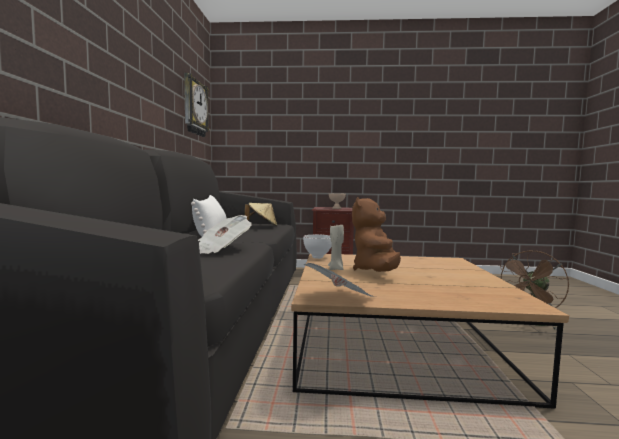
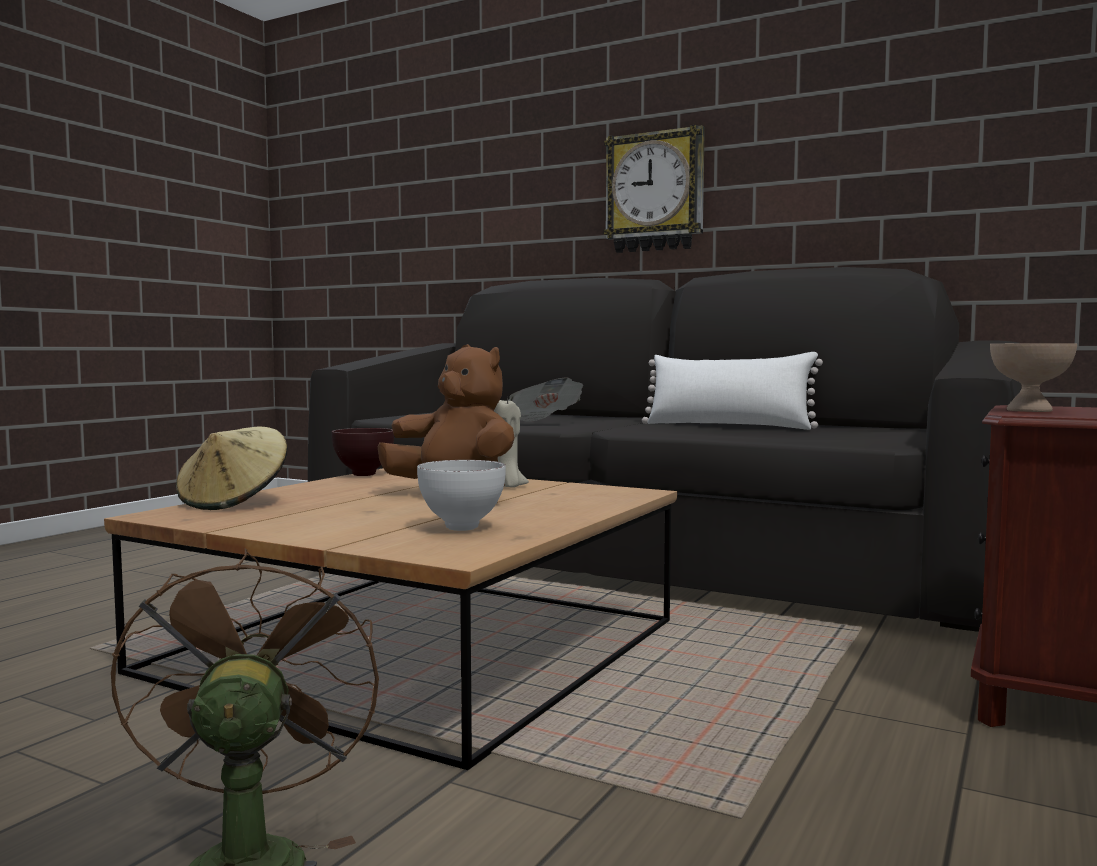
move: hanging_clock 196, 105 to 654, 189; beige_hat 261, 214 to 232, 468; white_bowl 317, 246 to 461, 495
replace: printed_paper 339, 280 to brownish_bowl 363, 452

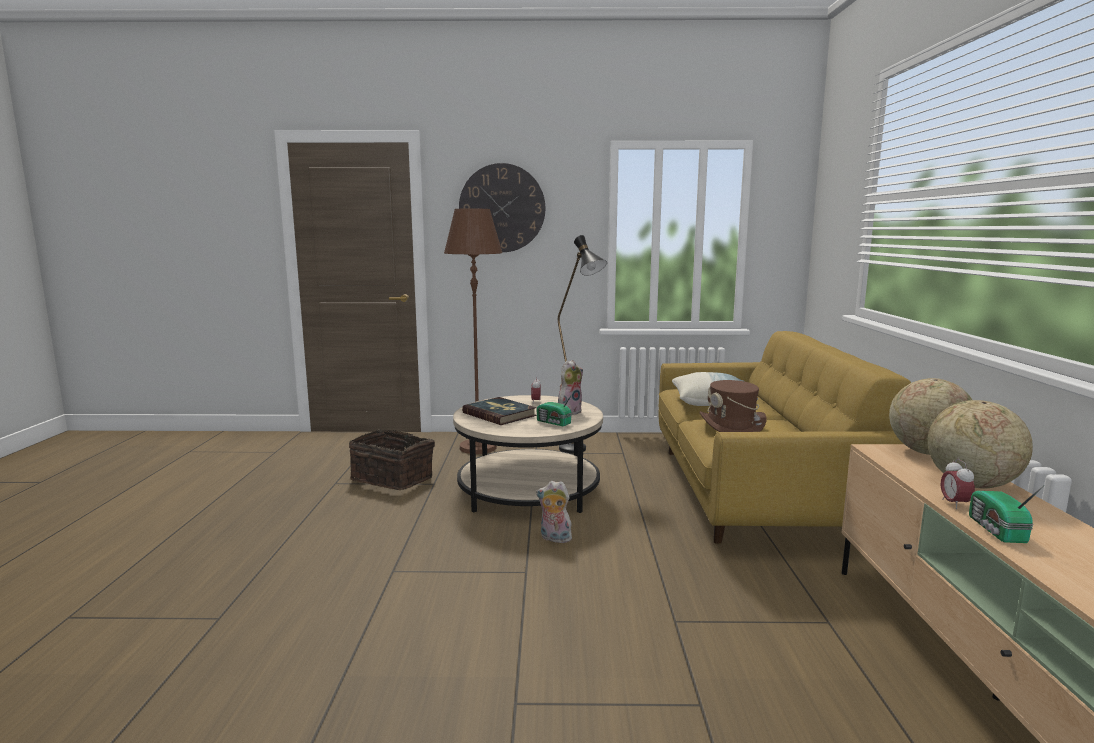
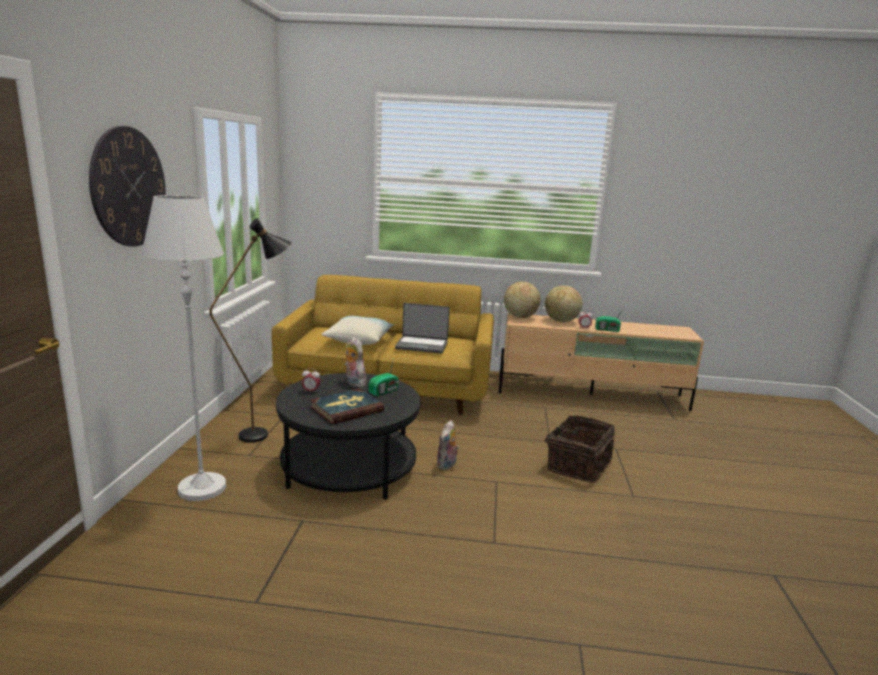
move: basket 392, 459 to 578, 449
replace: brownish_hat 733, 406 to laptop 422, 328
recolor: brownish_floor_lamp 473, 331 to white_floor_lamp 183, 348; beige_lounge_table 528, 454 to blackish_lounge_table 348, 436

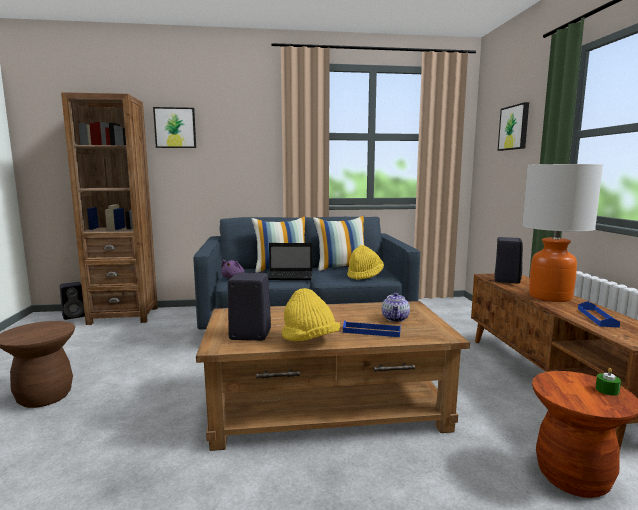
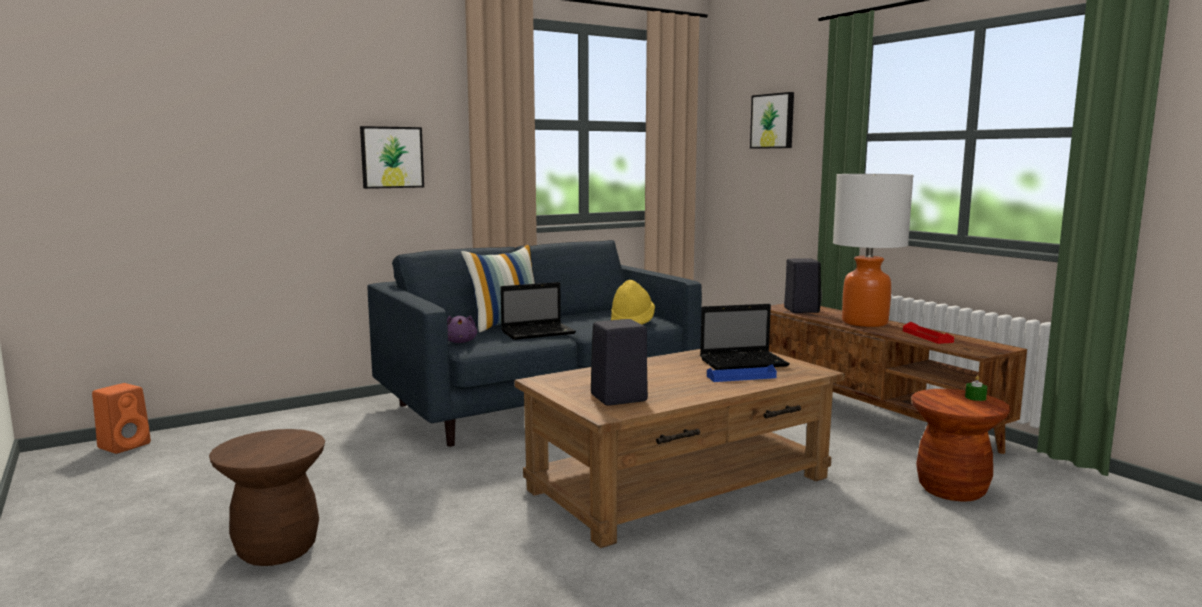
delete: brownish_bookcase 109, 208; pillow 338, 243; yellow-coloured_hat 311, 315
move: wall_art 174, 127 to 392, 157
replace: teapot 396, 307 to laptop 745, 337
recolor: blackish_audio_speaker 72, 301 to orange-coloured_audio_speaker 121, 418; blue-coloured_tray 599, 314 to red-coloured_tray 928, 333

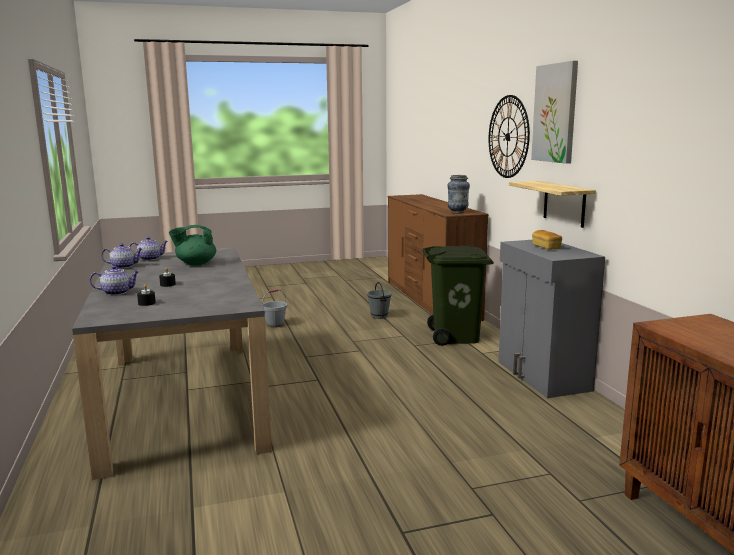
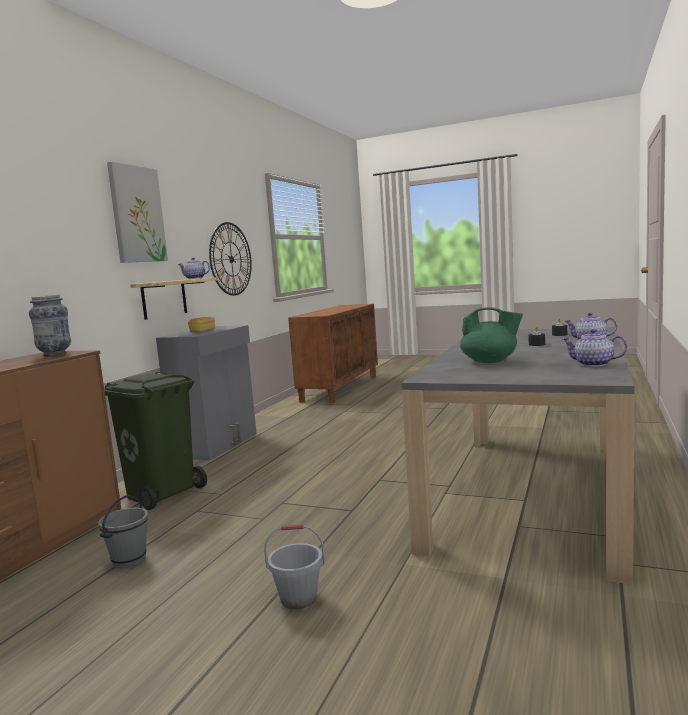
move: hanging_clock 509, 136 to 230, 259; teapot 148, 249 to 194, 268

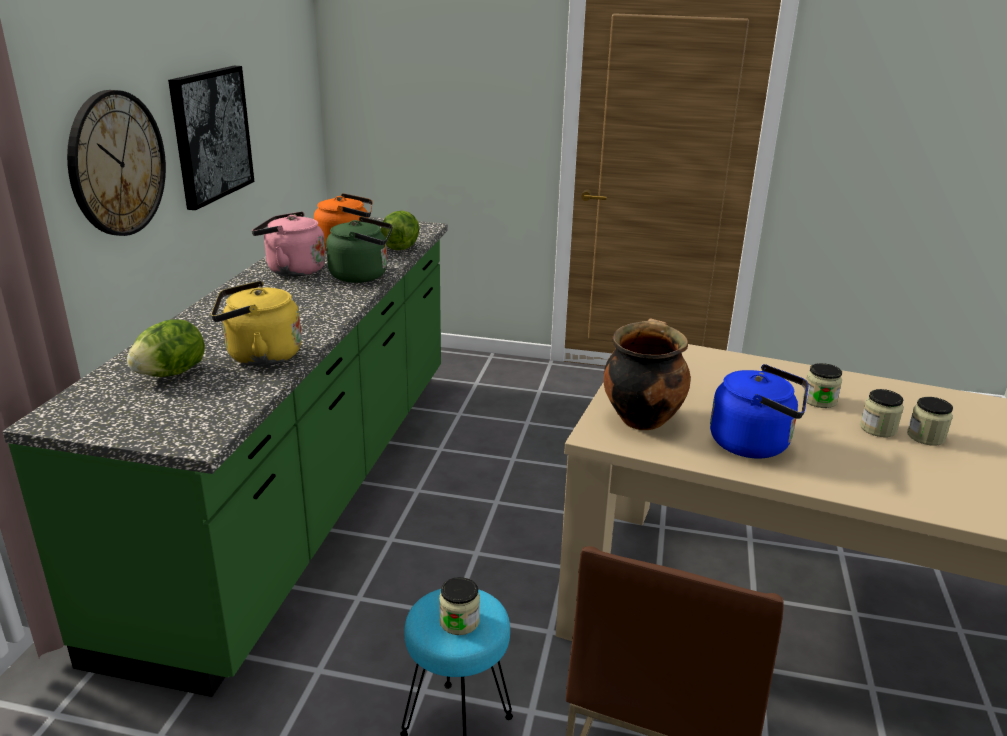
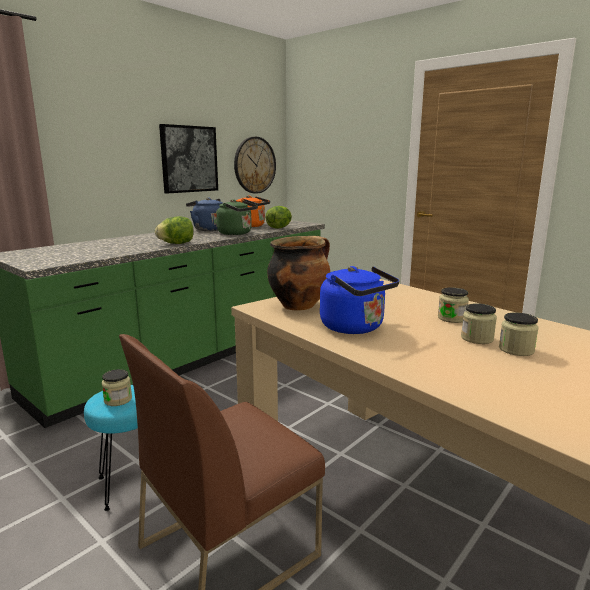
delete: yellow-coloured_water_kettle 256, 323
move: hanging_clock 116, 163 to 255, 165; lettuce 166, 348 to 174, 230
recolor: pink_water_kettle 289, 244 to blue-coloured_water_kettle 204, 214

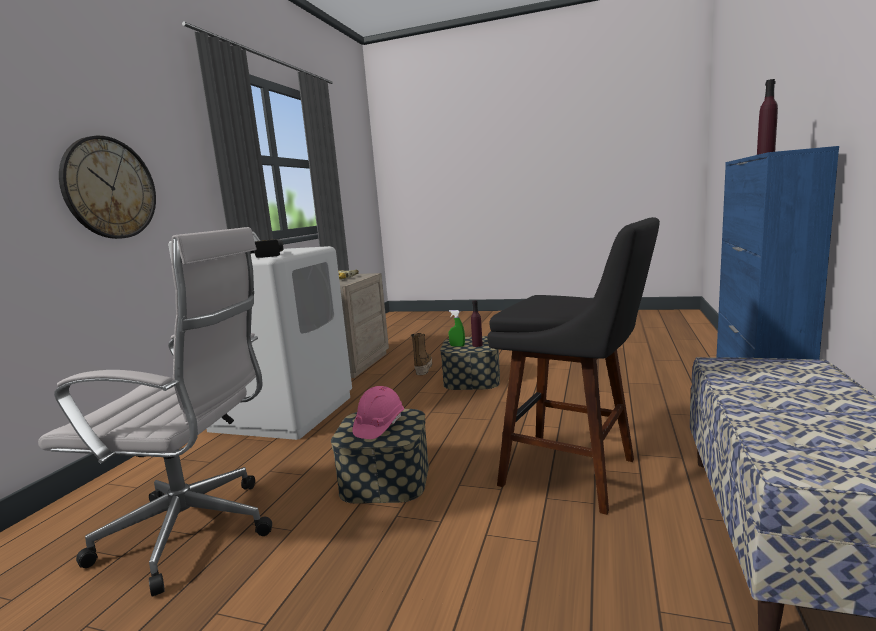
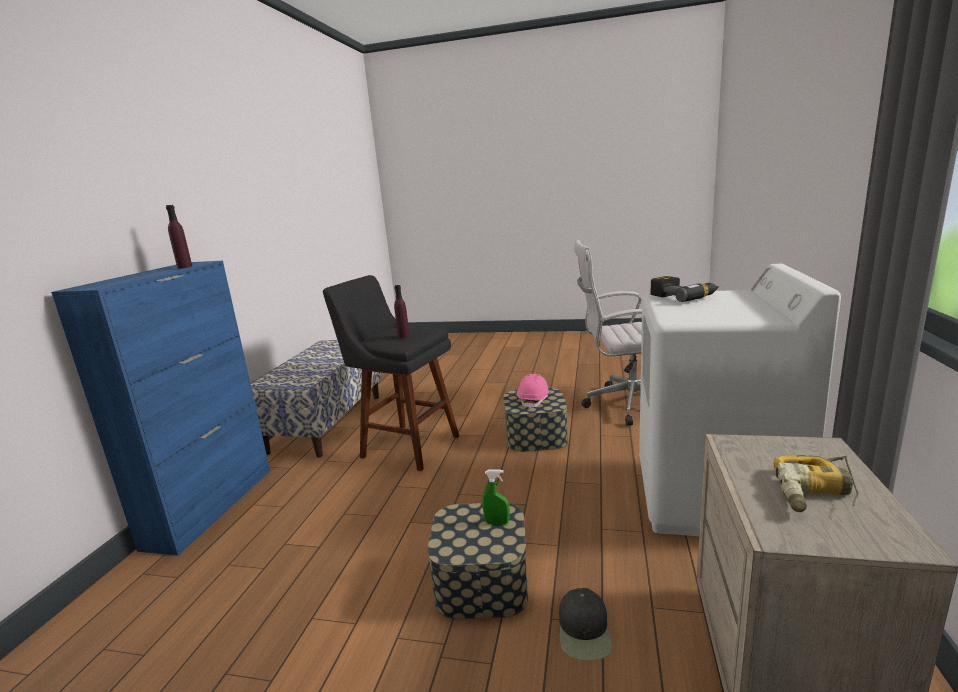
delete: hanging_clock 107, 187
move: purple_drink_bottle 477, 323 to 402, 311
replace: high-top_boot 421, 354 to blackish_baseball_cap 585, 624

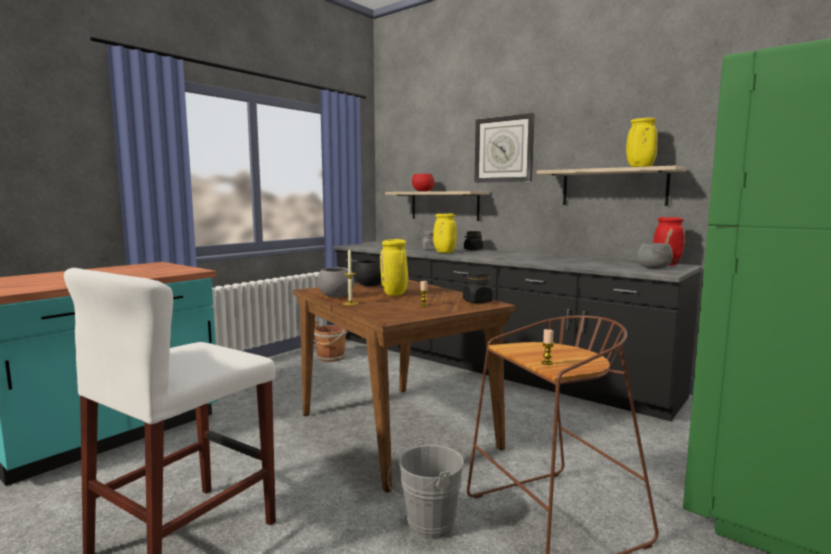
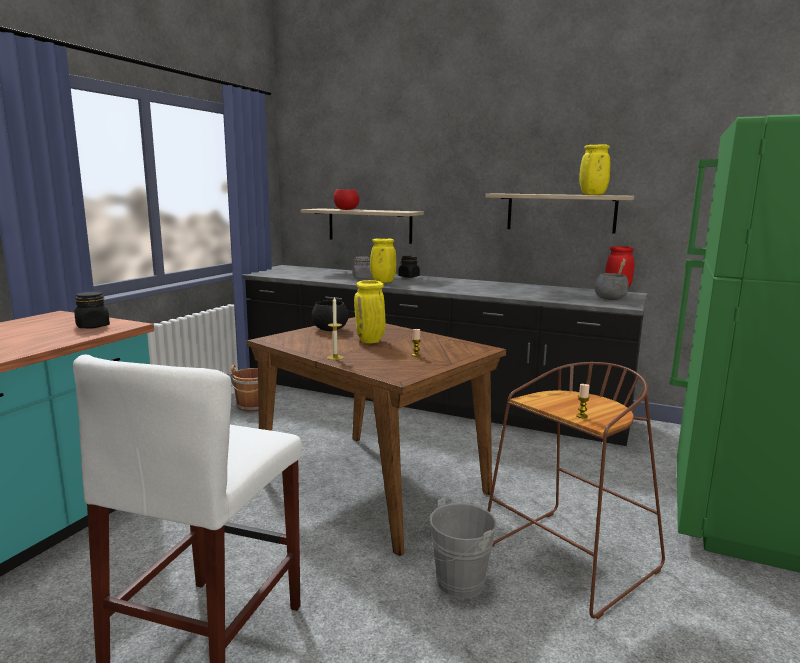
delete: hanging_clock 505, 148; gray_bowl 336, 282
move: blackish_storage_jar 478, 287 to 92, 310

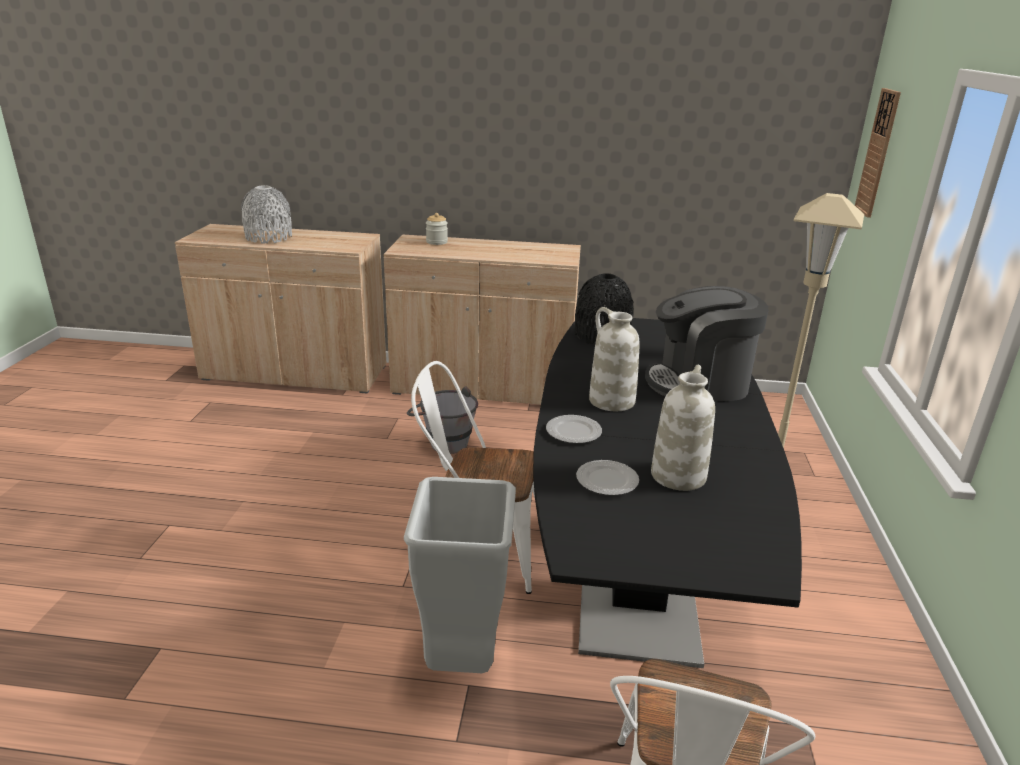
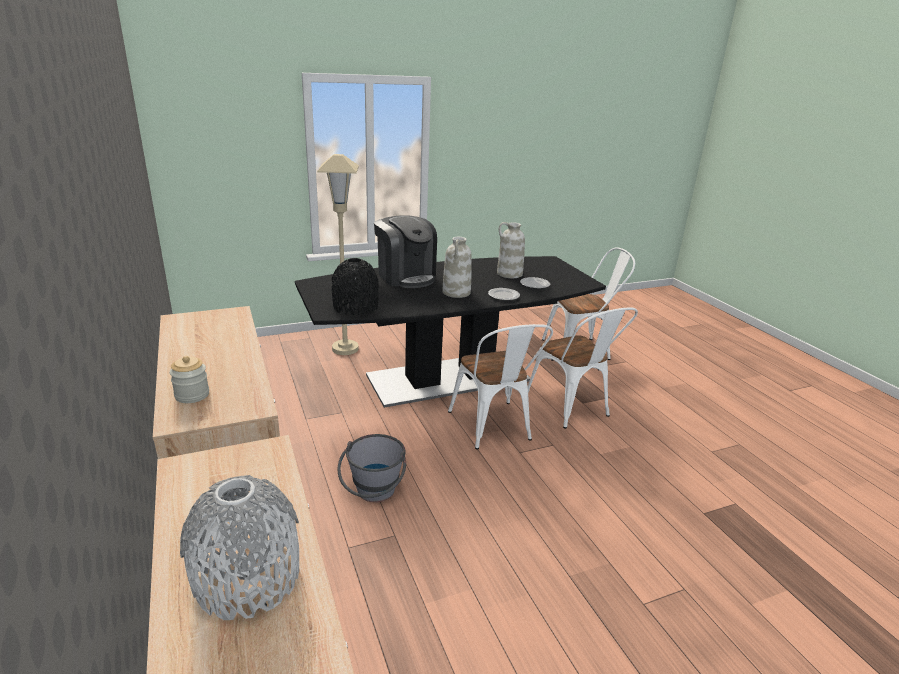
delete: hanging_clock 878, 153
replace: gray_waste_bin 460, 575 to white_chair 583, 368

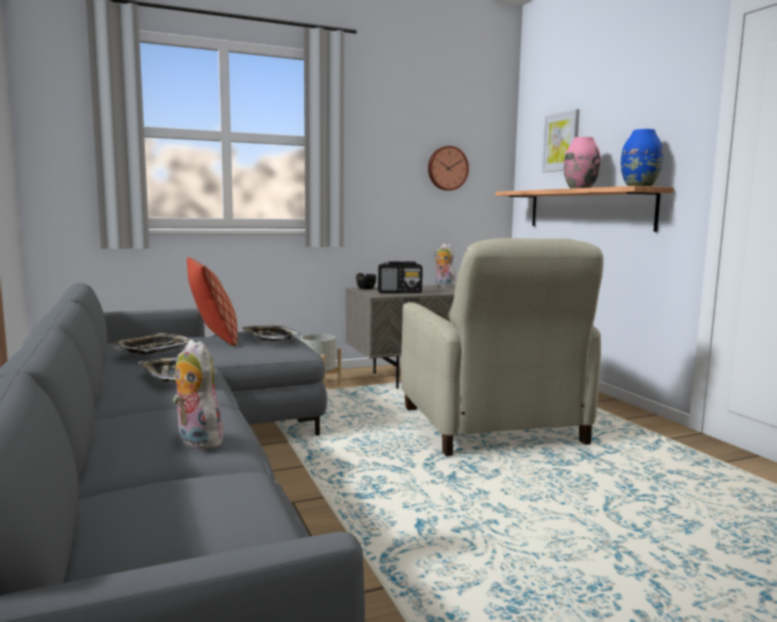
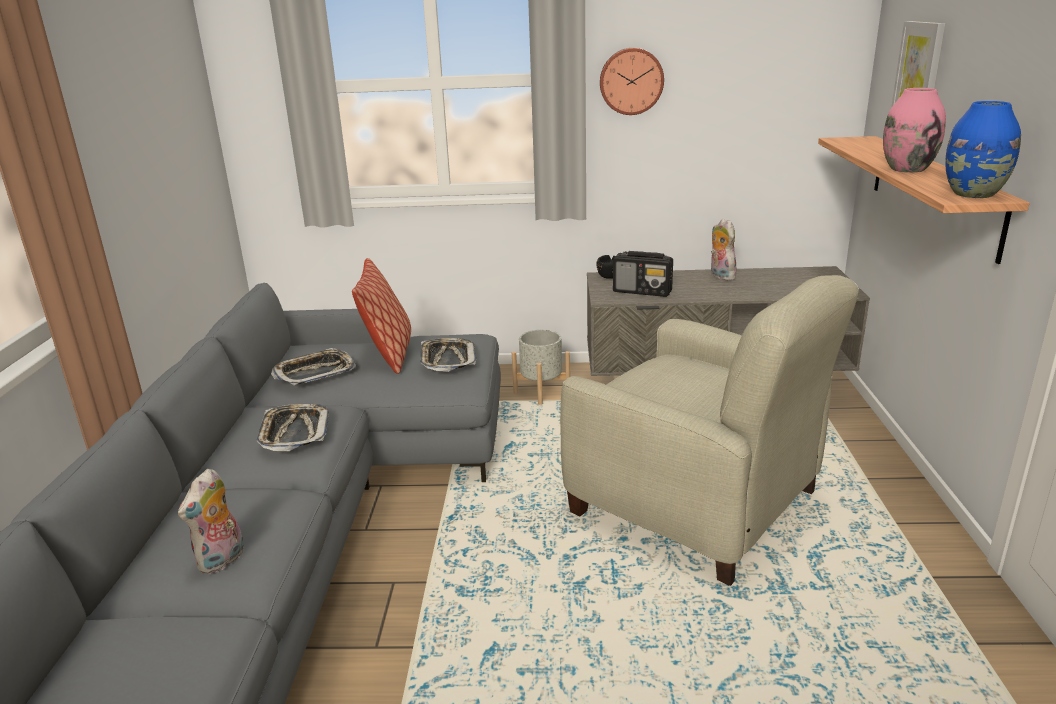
move: hanging_clock 448, 168 to 632, 81
rotate: beige_armchair 502, 347 = 709, 430 60 degrees counterclockwise; plush_toy 199, 394 = 211, 521 135 degrees counterclockwise

